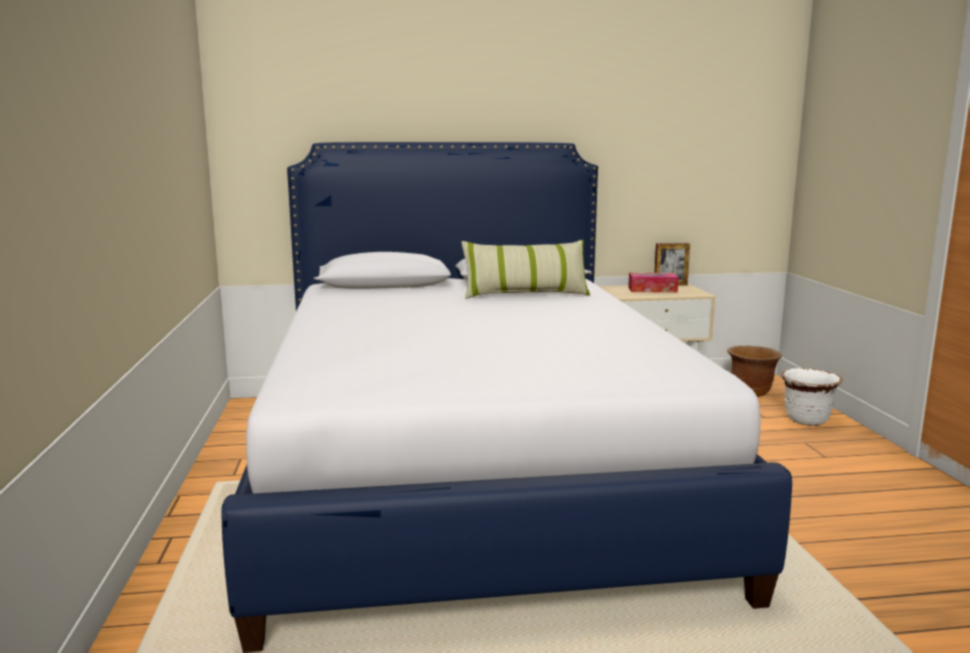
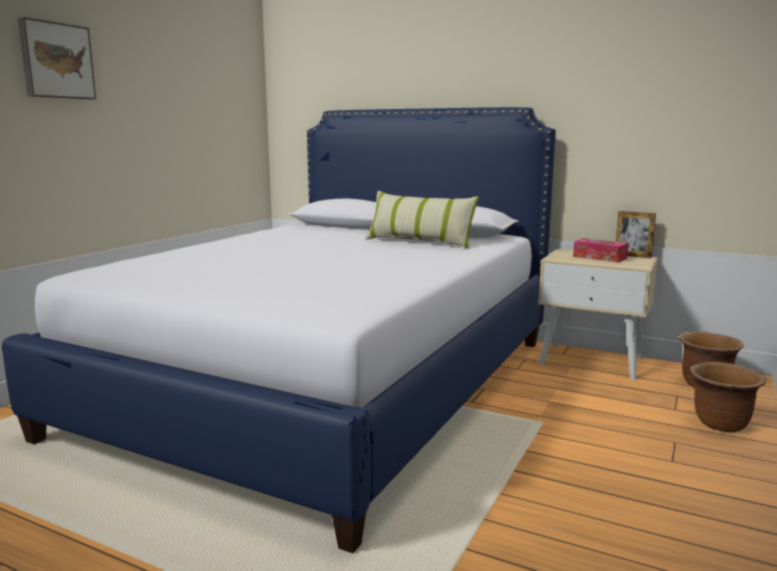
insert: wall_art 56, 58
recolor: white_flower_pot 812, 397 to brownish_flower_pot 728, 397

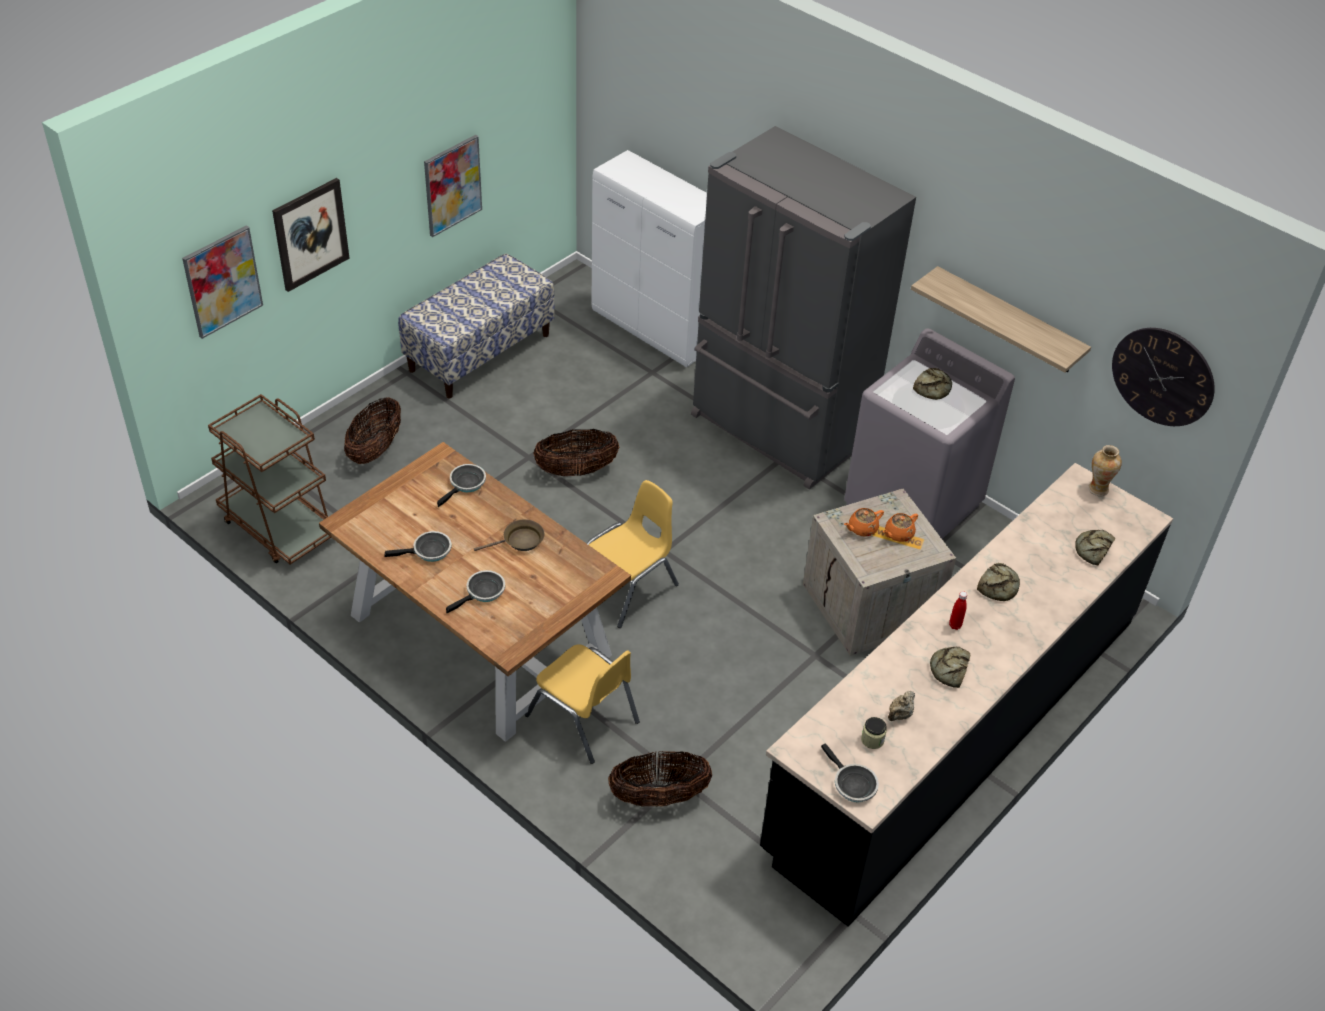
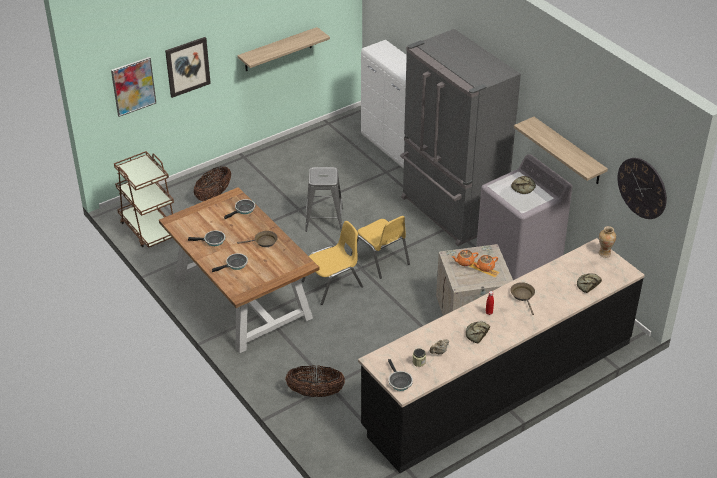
delete: long_seat 476, 326
move: yellow-coloured_chair 582, 704 to 380, 247
replace: wall_art 453, 186 to wall_shelf 284, 49; basket 576, 452 to gray_stool 324, 199; bread 998, 582 to brownish_skillet 522, 298

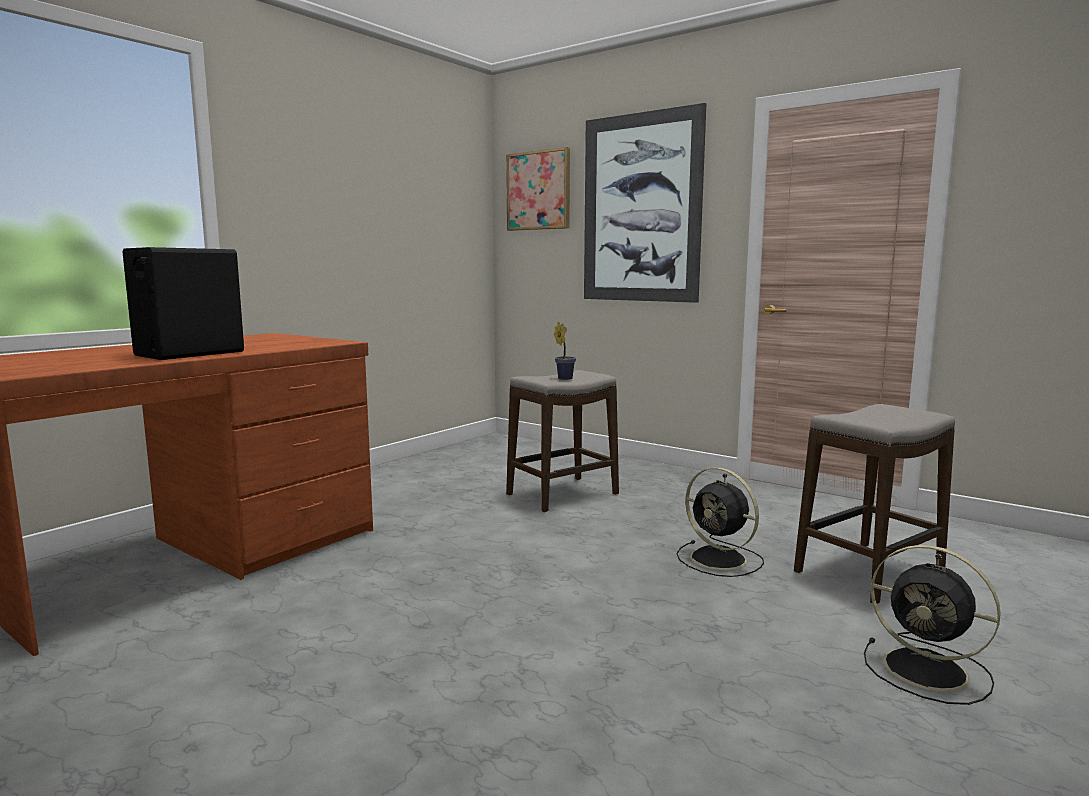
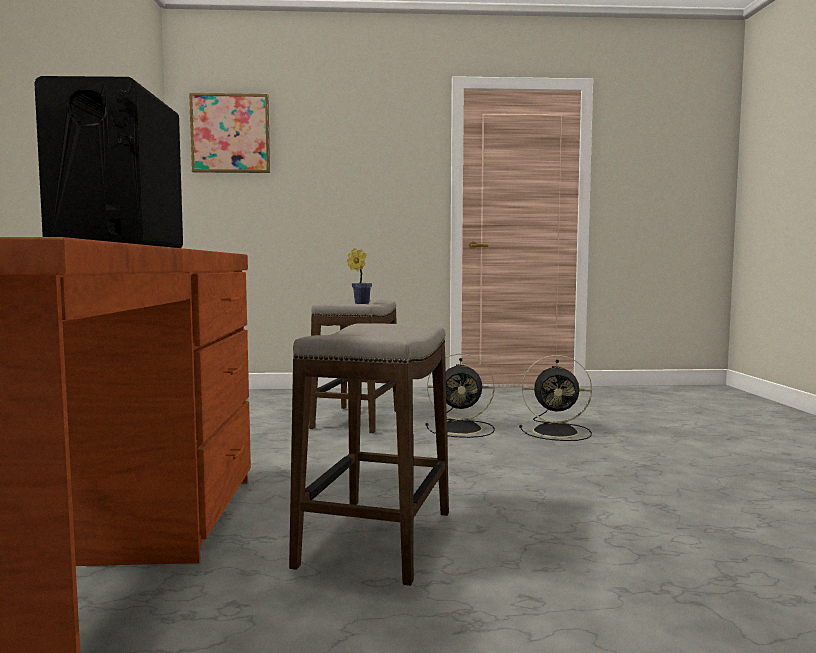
delete: wall_art 645, 203
move: stool 874, 504 to 369, 454; blackish_electric_fan 932, 625 to 460, 396

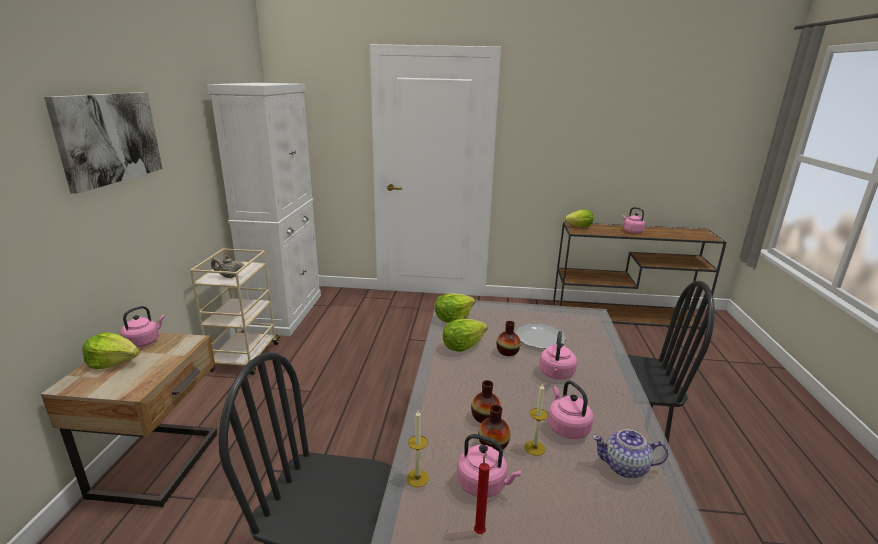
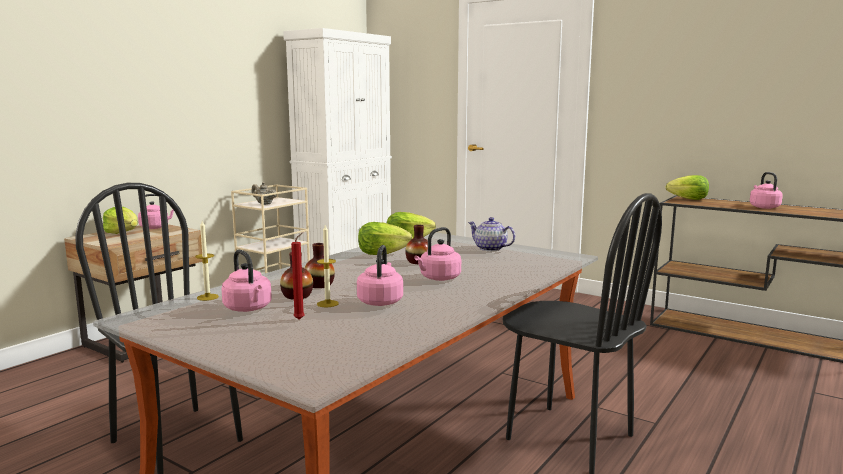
delete: wall_art 103, 143; flat_dish 540, 336
move: teapot 630, 453 to 491, 234; red-coloured_wax_light 482, 492 to 298, 276

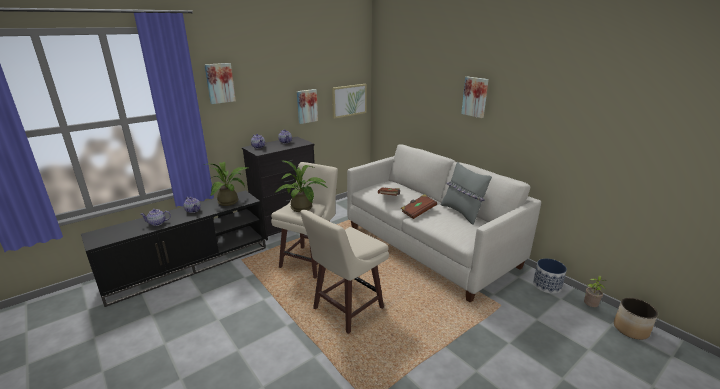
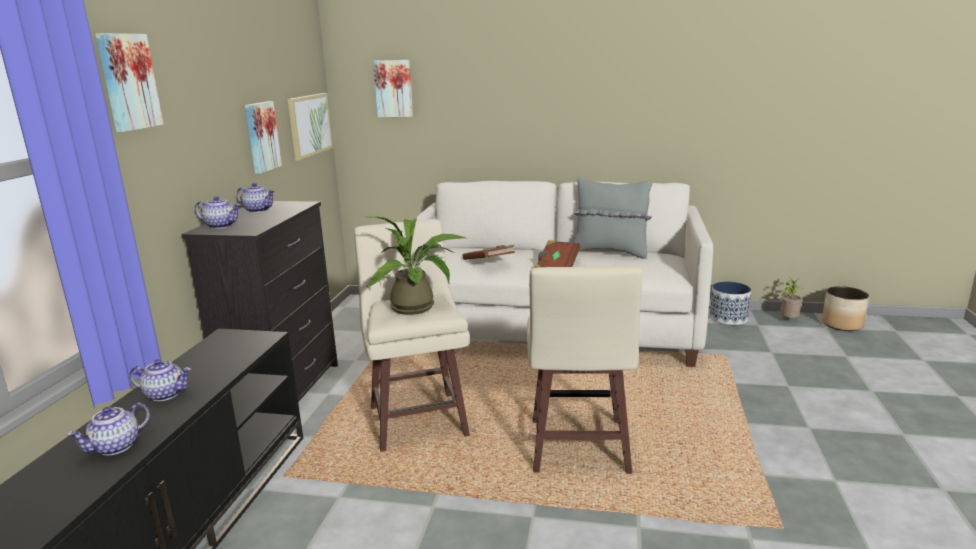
delete: plant_in_a_pot 225, 184
move: wall_art 475, 97 to 393, 88

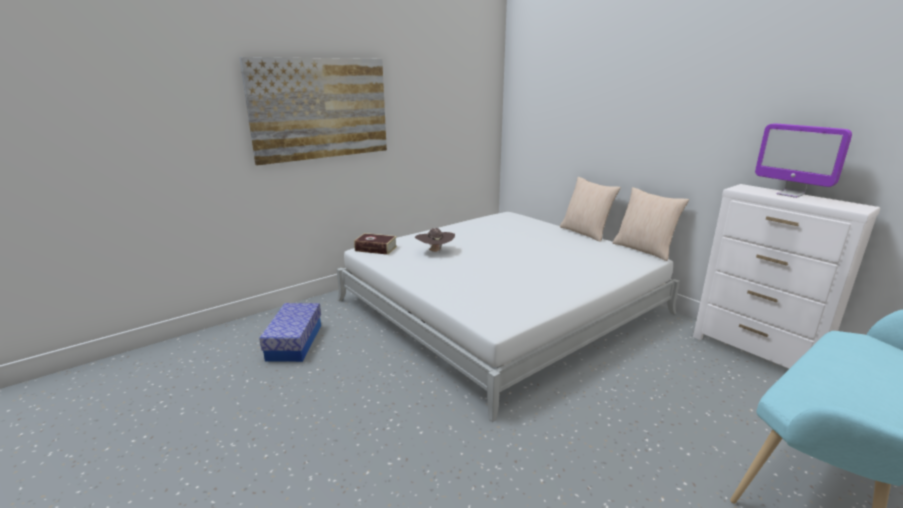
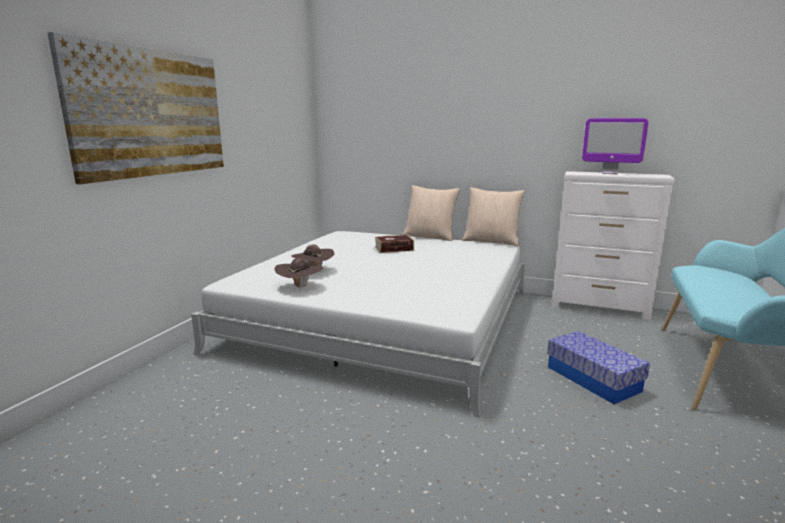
insert: brownish_hat 298, 273
move: volume 375, 244 to 394, 244; storage_bin 290, 332 to 598, 367

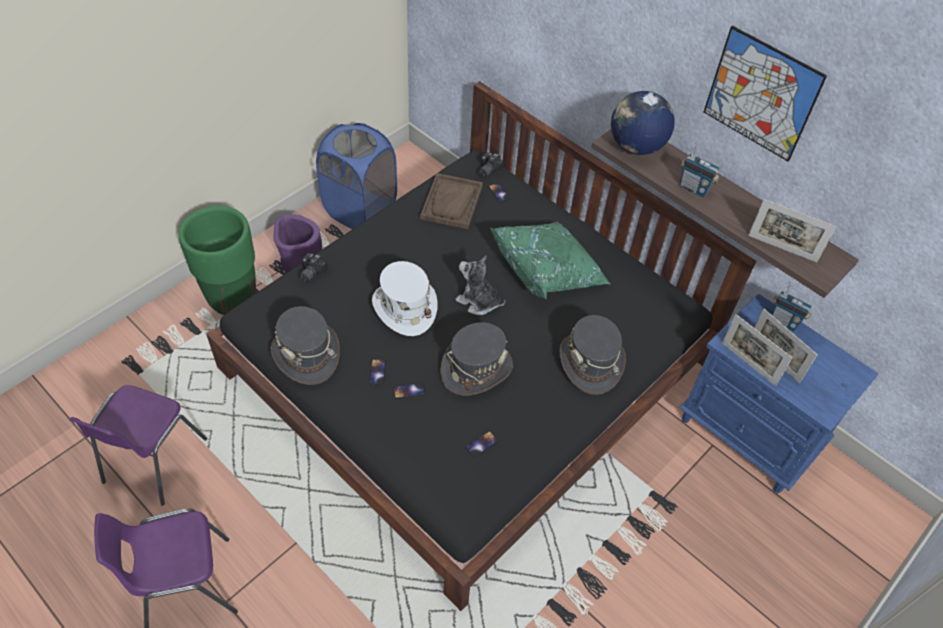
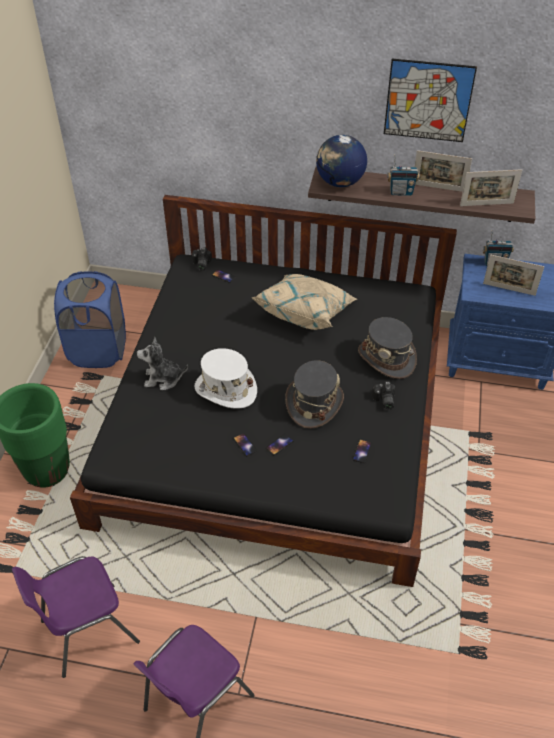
delete: brownish_tray 451, 201; purple_flower_pot 298, 243; gray_hat 305, 345
move: still_camera 313, 268 to 383, 395; plush_toy 480, 285 to 162, 363; standing_frame 757, 350 to 443, 171
recolor: green_pillow 550, 261 to beige_pillow 304, 302
rotate: purple_chair 138, 445 = 76, 617 75 degrees clockwise

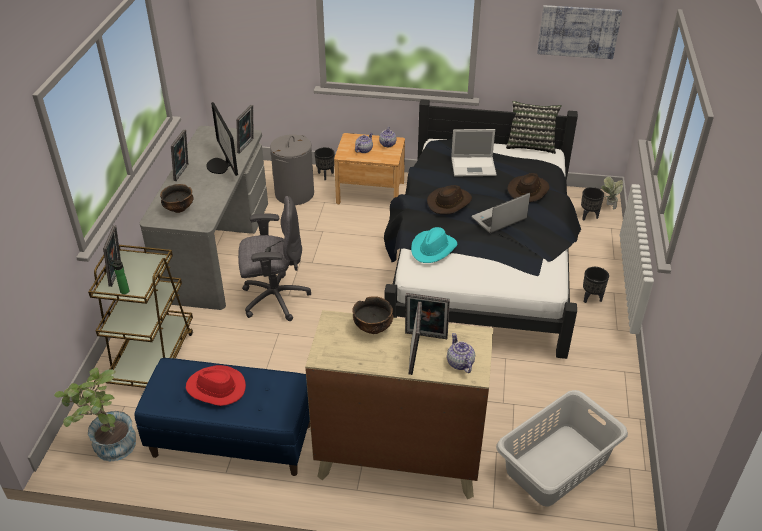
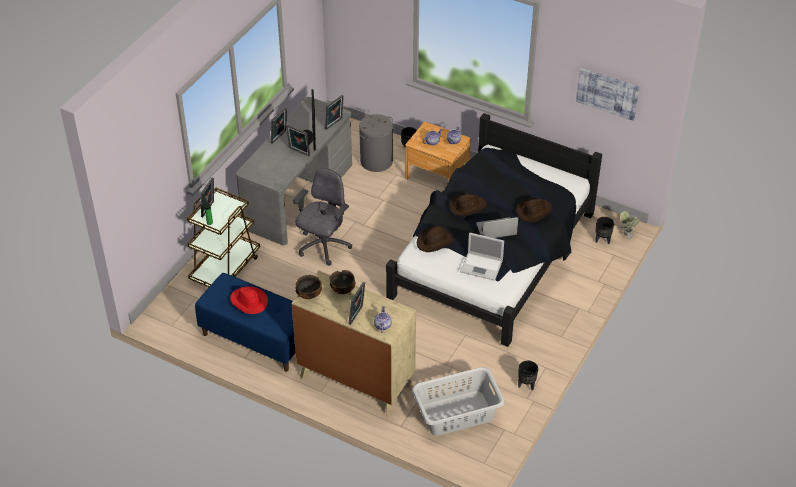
delete: pillow 534, 127; plant_in_a_pot 95, 415
move: laptop 474, 152 to 482, 256; bowl 177, 198 to 308, 287; blackish_flower_pot 596, 285 to 528, 376; standing_frame 427, 316 to 298, 140
recolor: blue-green_hat 434, 245 to brownish_hat 435, 239
rotate: gray_computer_chair 274, 258 = 322, 217 75 degrees counterclockwise

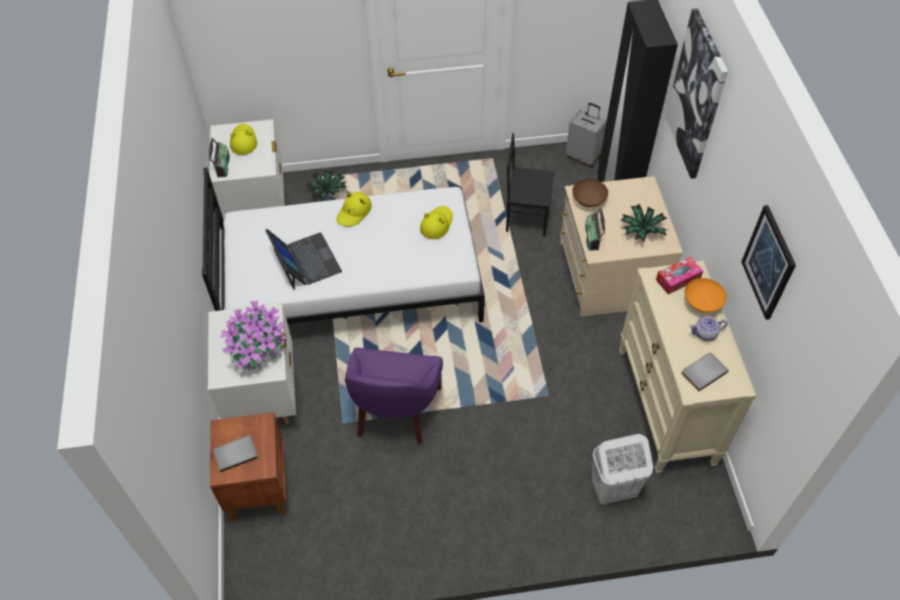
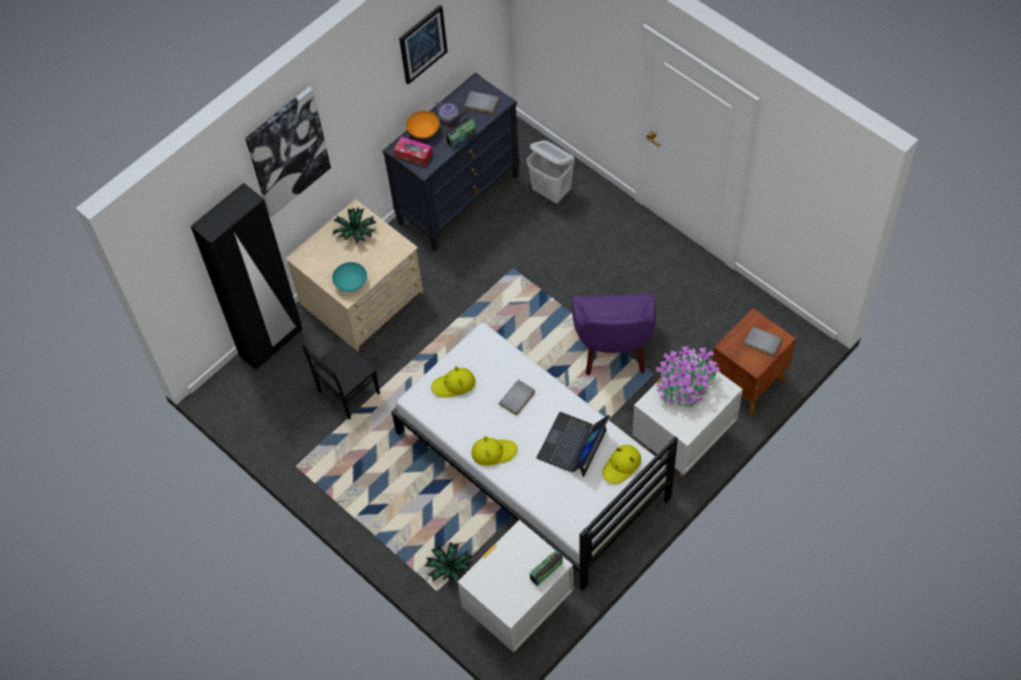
delete: gray_travel_case 586, 135
insert: gray_volume 517, 397
move: yellow-coloured_hat 243, 139 to 621, 464; radio 595, 229 to 460, 129
recolor: brownish_bowl 590, 193 to blue-green_bowl 349, 277; beige_drawer_chest 687, 367 to blackish_drawer_chest 451, 161
rotate: blackish_chair 530, 185 = 340, 380 75 degrees clockwise; purple_armchair 394, 396 = 614, 334 120 degrees clockwise

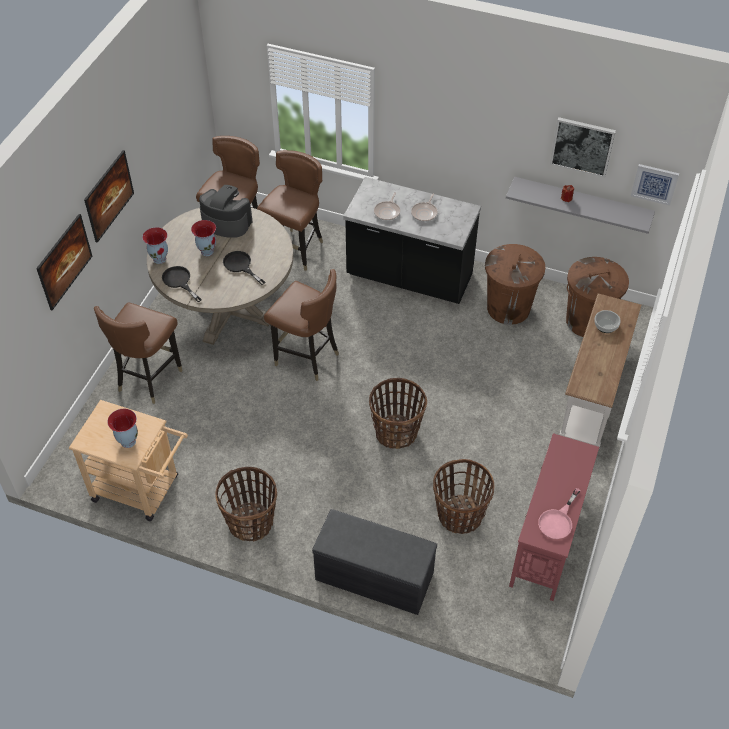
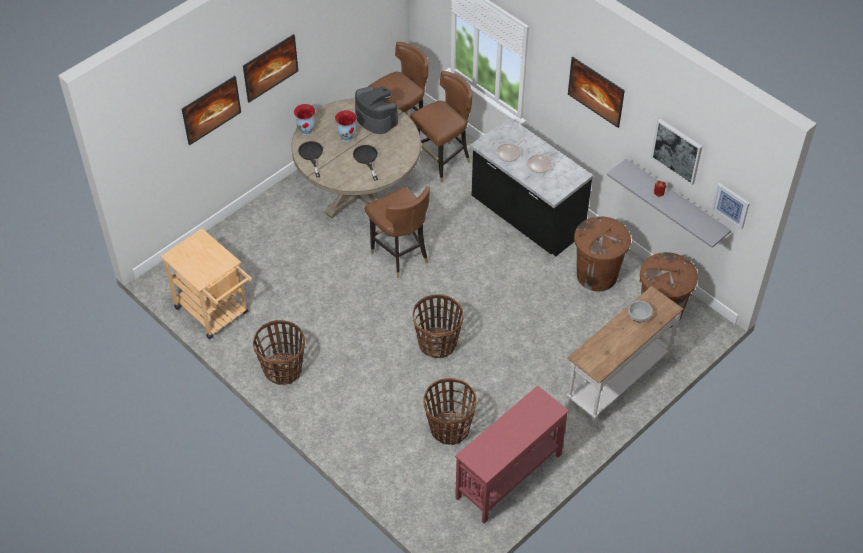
delete: brownish_chair 138, 353; flower_vase 122, 428; pink_skillet 559, 513; gray_long_seat 374, 562
insert: wall_art 596, 92

